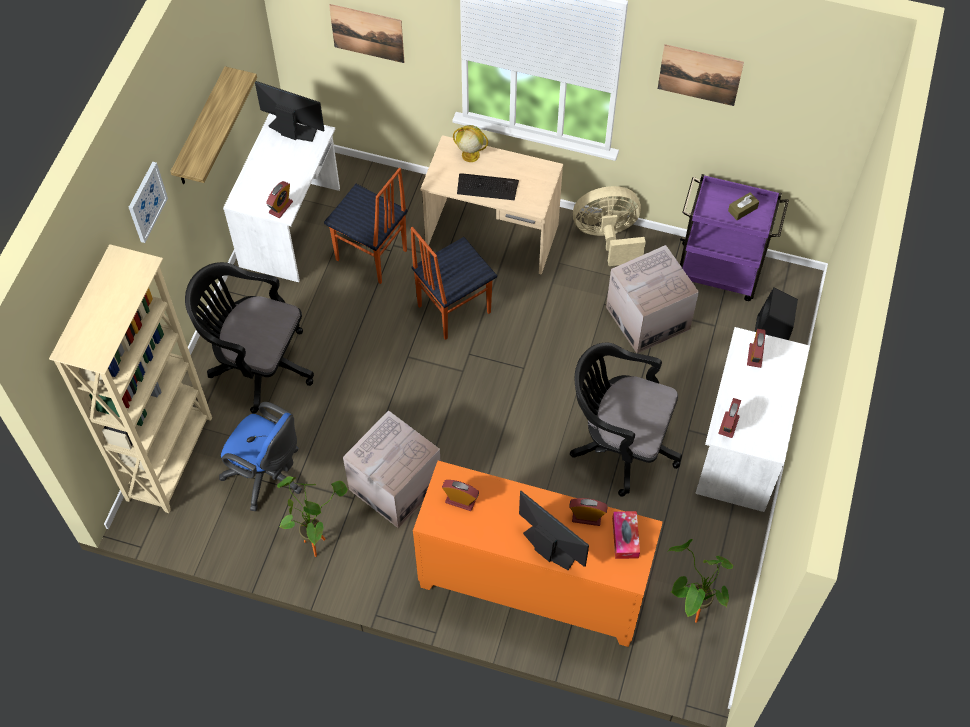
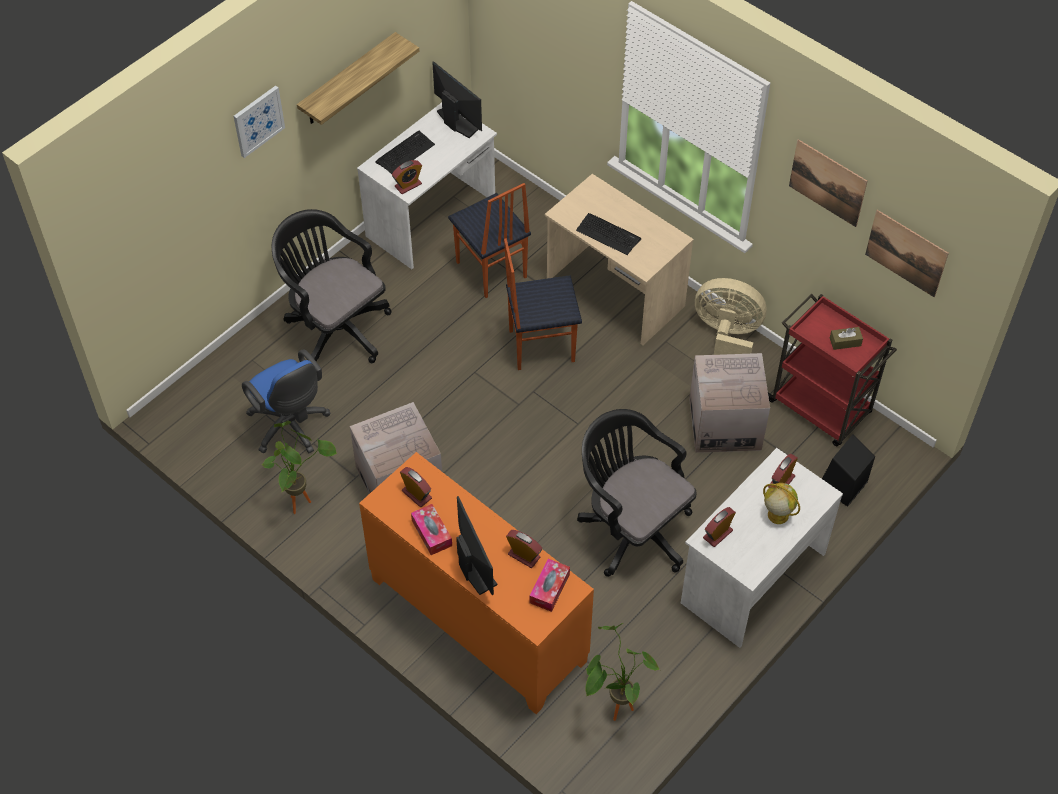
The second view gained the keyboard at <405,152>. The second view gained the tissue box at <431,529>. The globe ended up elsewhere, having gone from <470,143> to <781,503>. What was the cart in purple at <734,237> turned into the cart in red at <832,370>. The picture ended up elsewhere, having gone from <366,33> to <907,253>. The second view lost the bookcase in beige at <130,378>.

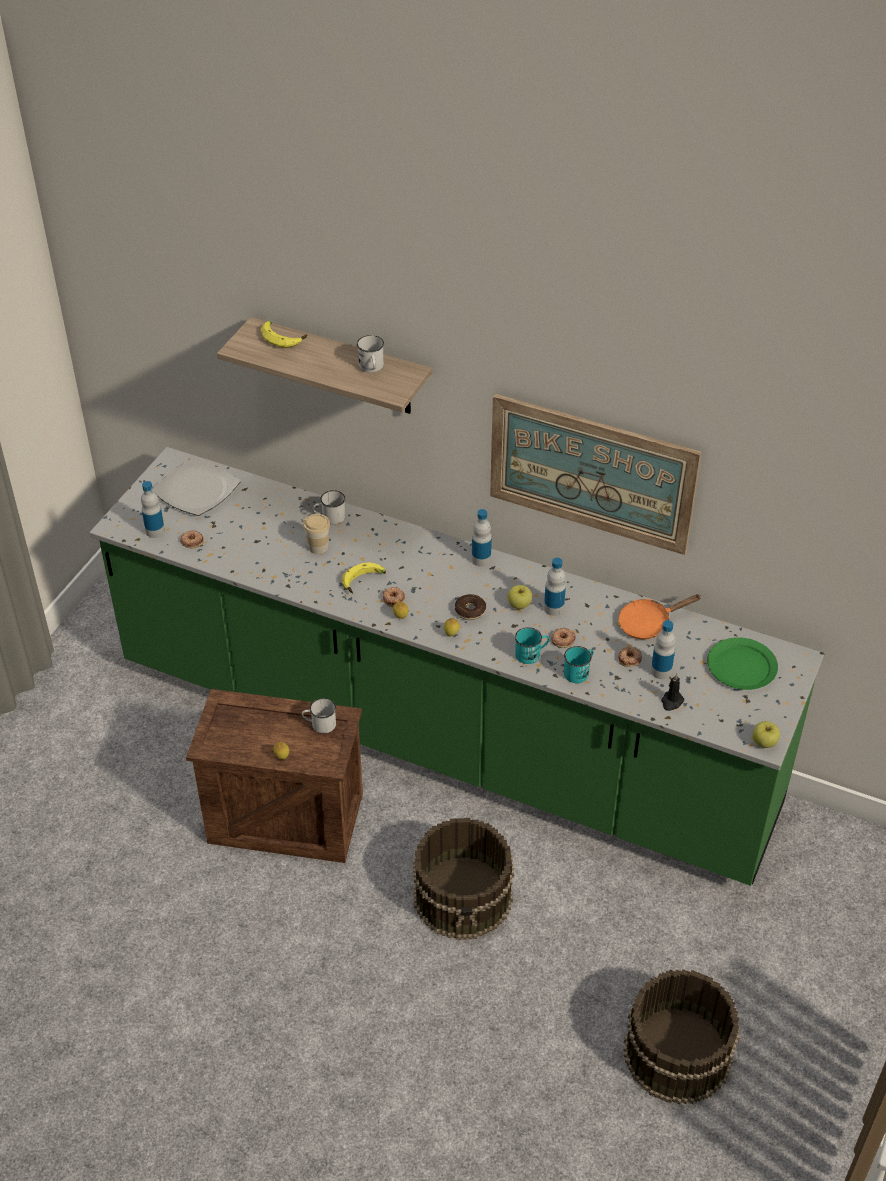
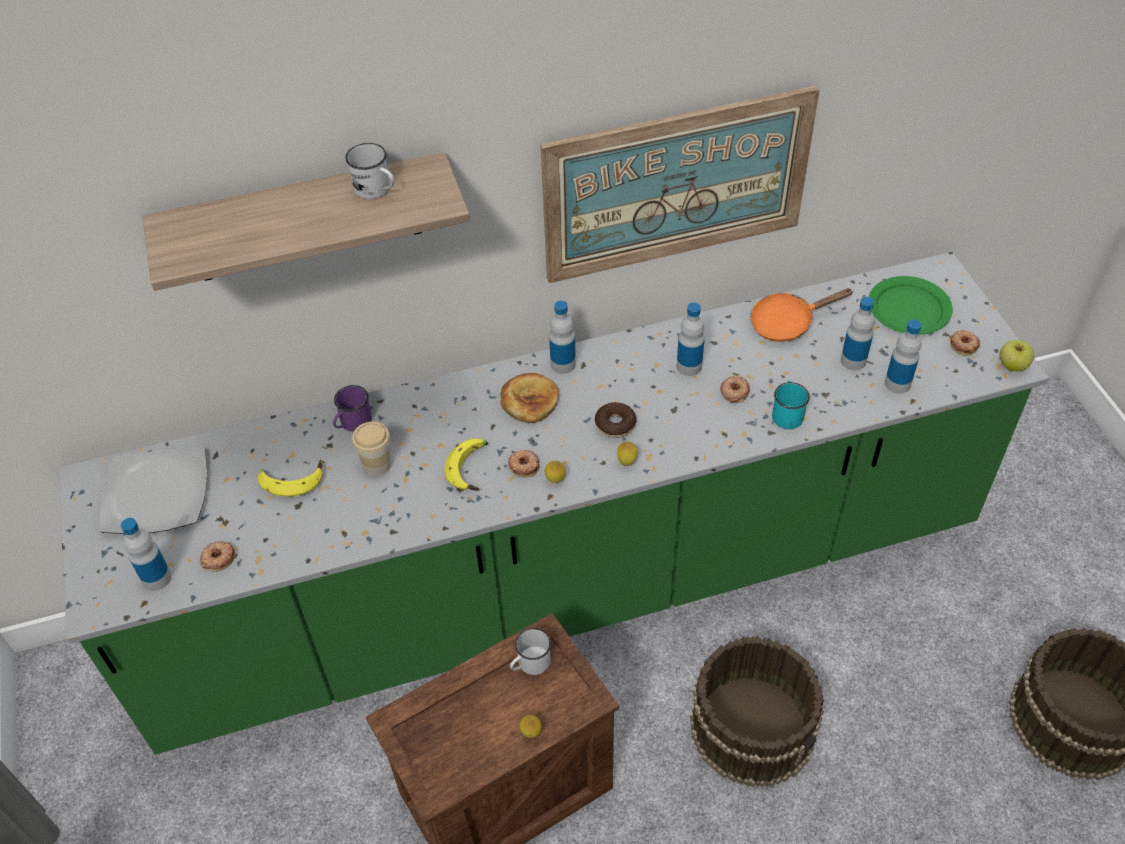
The banana ended up elsewhere, having gone from <284,334> to <290,478>. What was the mug in white at <329,507> turned into the mug in purple at <352,408>. The second view gained the bread at <530,398>. The frying pan in orange at <659,616> ended up facing another way, 45 degrees clockwise from before. Where the candle in black stood at <672,692>, the bottle came to stand at <903,356>. The donut ended up elsewhere, having gone from <630,657> to <965,343>. The second view lost the apple at <520,597>. The second view lost the mug in turquoise at <532,645>.

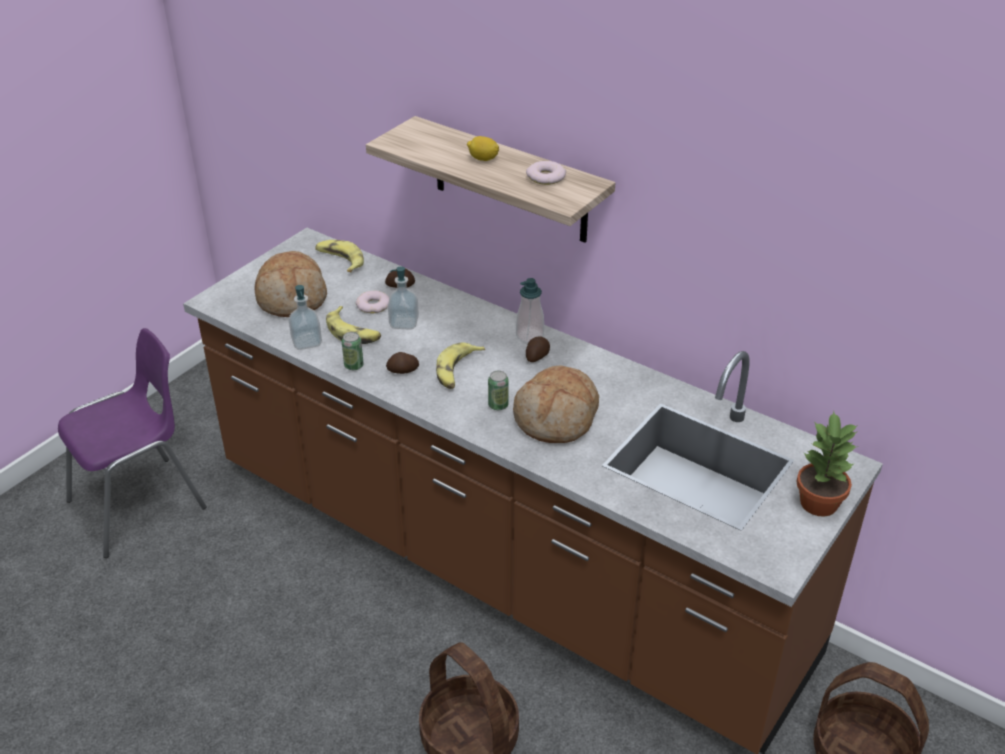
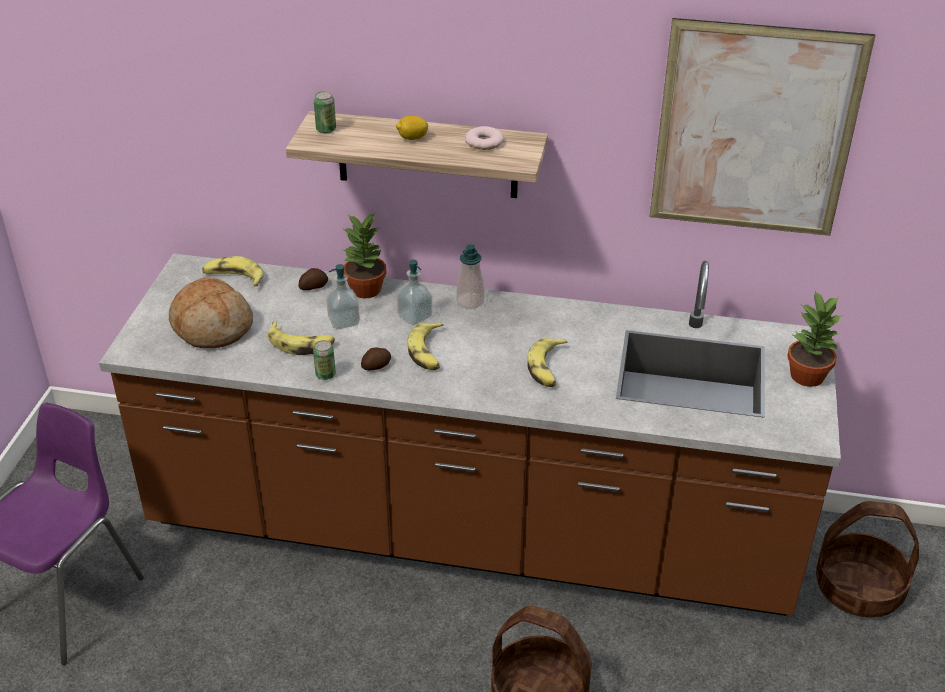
The can ended up elsewhere, having gone from <498,390> to <325,112>. The second view gained the potted plant at <364,255>. The soap dispenser ended up elsewhere, having gone from <305,317> to <414,292>. Where the bread stood at <556,404>, the banana came to stand at <547,362>. The second view gained the picture at <762,127>. The second view lost the donut at <372,302>. The second view lost the potato at <538,349>.

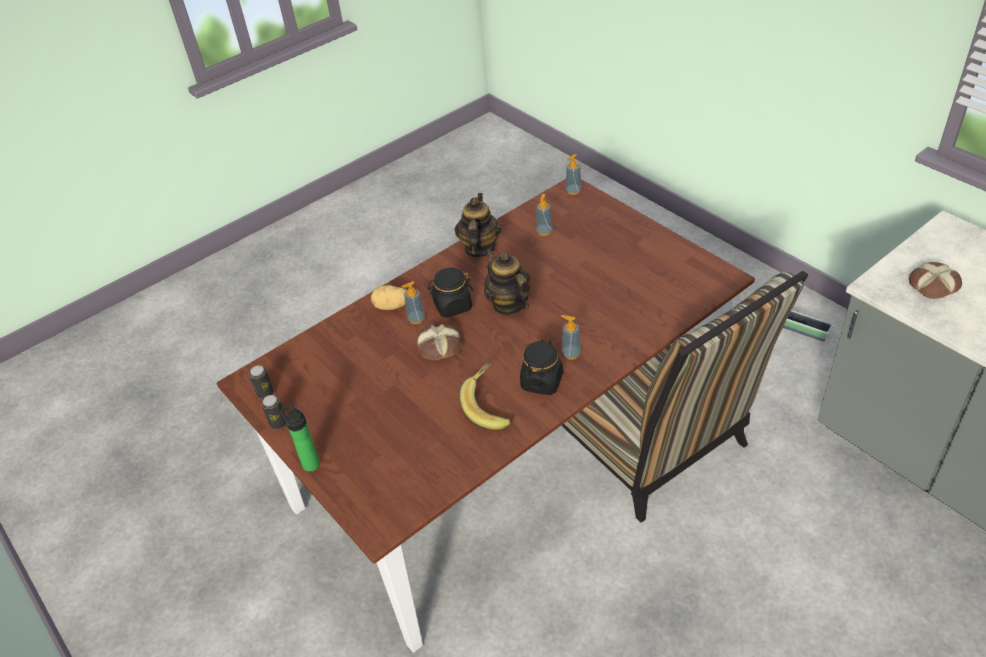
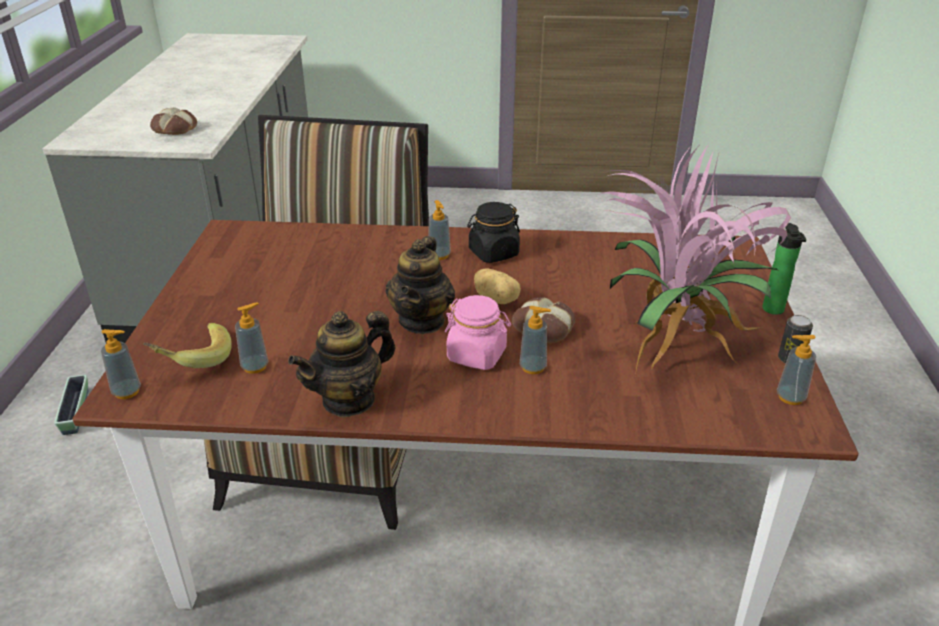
The banana ended up elsewhere, having gone from <485,396> to <187,345>. What was the jar in black at <450,292> turned into the jar in pink at <478,332>. The potato ended up elsewhere, having gone from <389,297> to <497,286>. The second view gained the potted plant at <695,259>. Where the can stood at <261,382>, the soap dispenser came to stand at <796,370>.

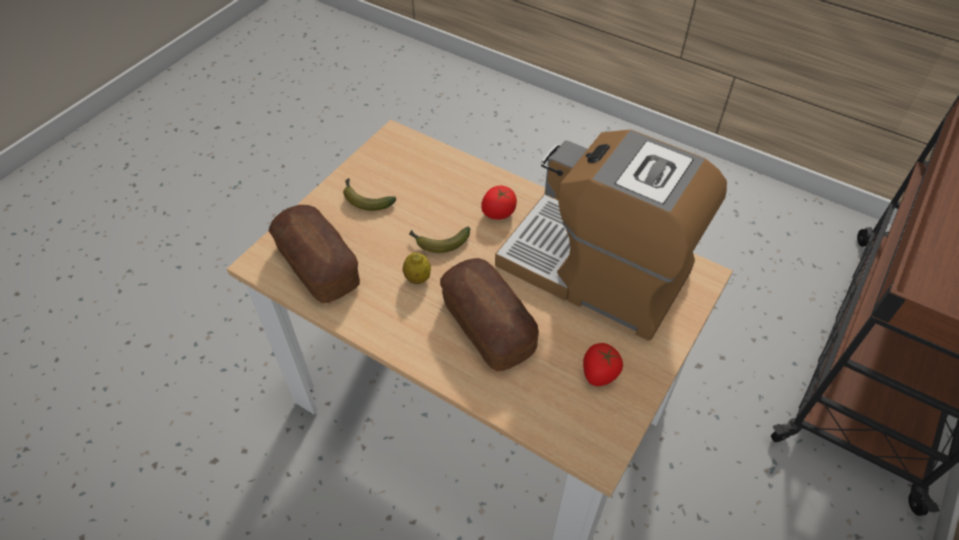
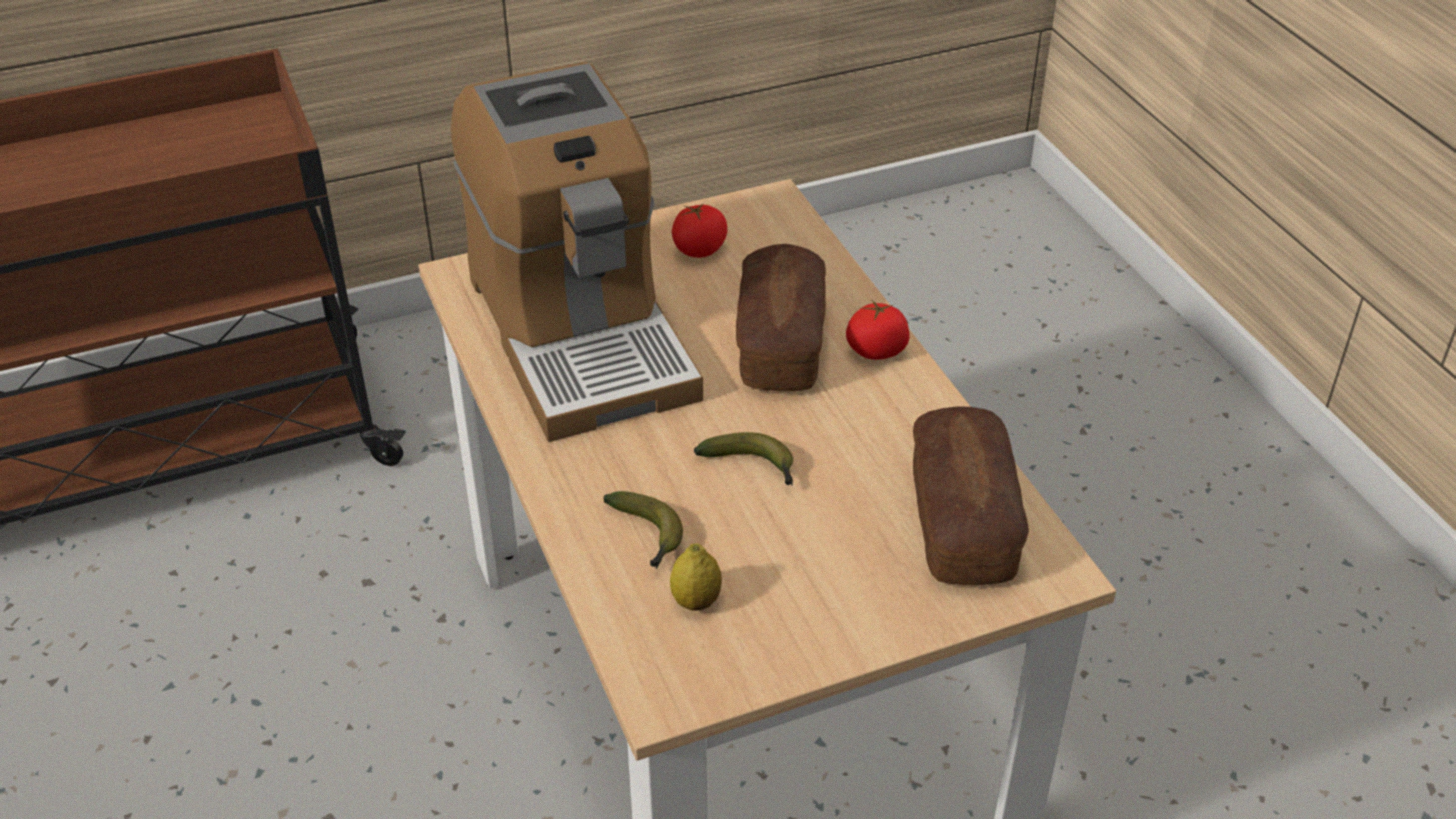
The banana ended up elsewhere, having gone from <369,194> to <643,530>. The lemon ended up elsewhere, having gone from <417,268> to <696,577>. The tomato ended up elsewhere, having gone from <499,203> to <877,329>.

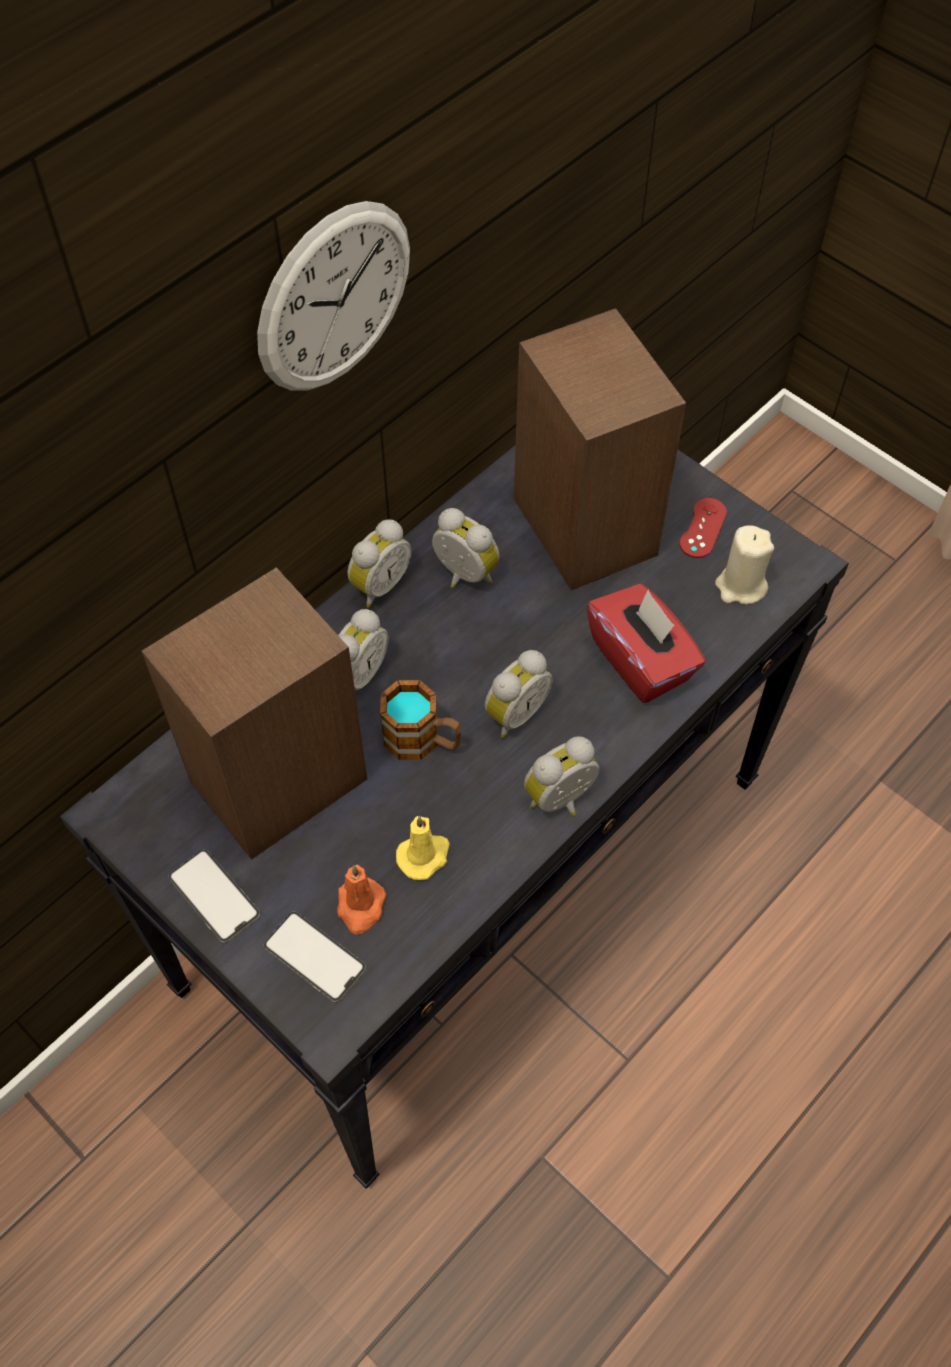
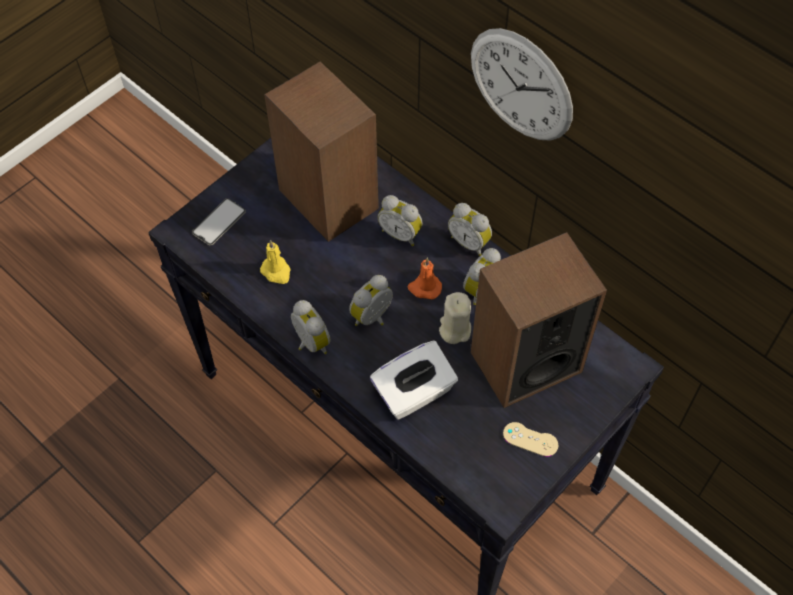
The alarm clock at <519,694> ended up facing another way, 90 degrees clockwise from before. What was the tissue box in red at <646,643> turned into the tissue box in white at <414,380>. The candle in orange ended up elsewhere, having gone from <361,900> to <424,278>. The candle in beige ended up elsewhere, having gone from <744,565> to <455,318>. What was the game controller in red at <703,528> turned into the game controller in beige at <530,439>. The second view lost the phone at <214,895>. The second view lost the mug at <421,720>.

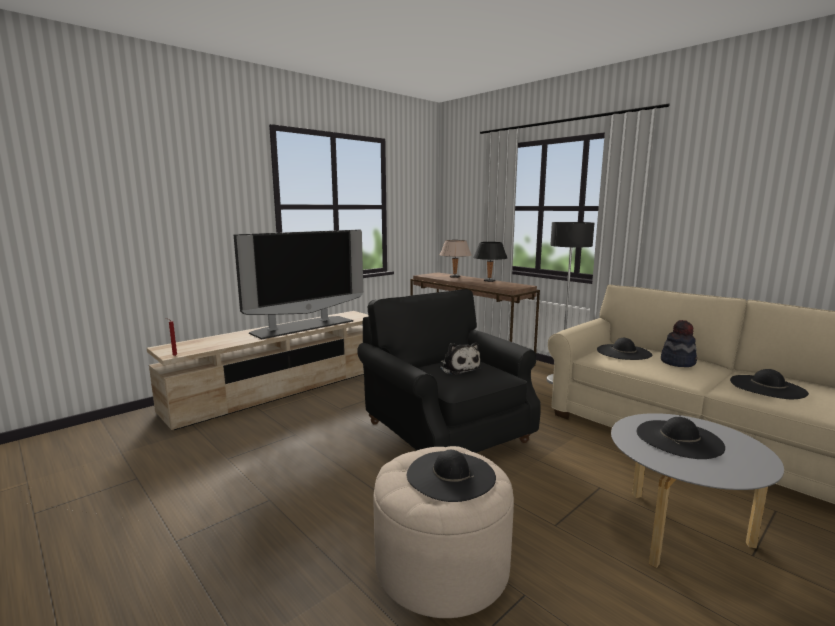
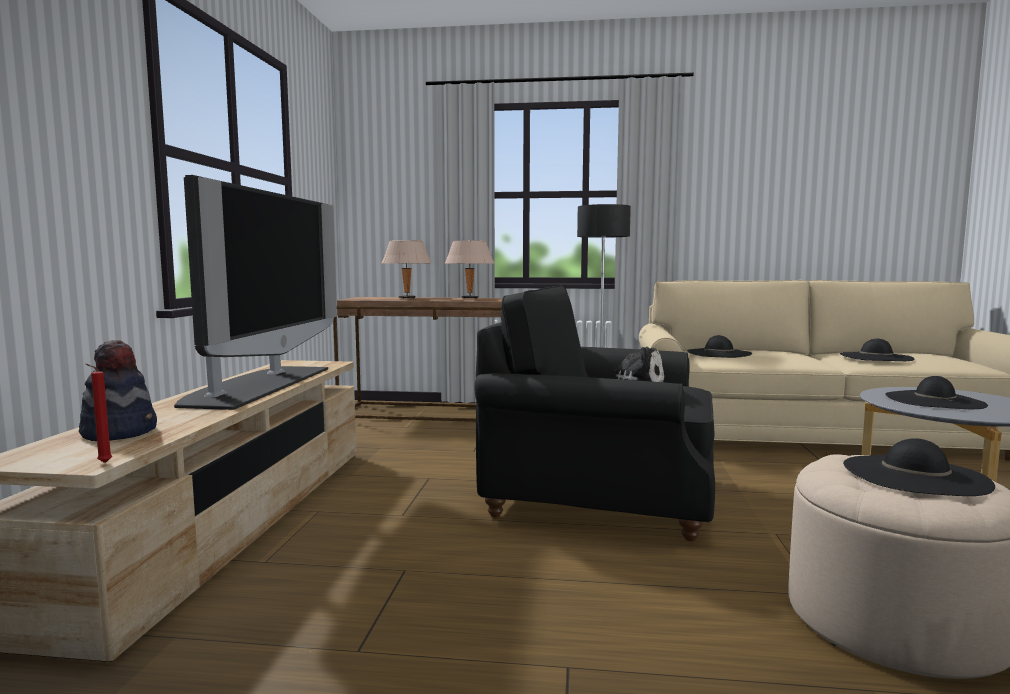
The hat ended up elsewhere, having gone from <679,343> to <118,390>. What was the table lamp in black at <490,262> turned into the table lamp in beige at <469,269>.

